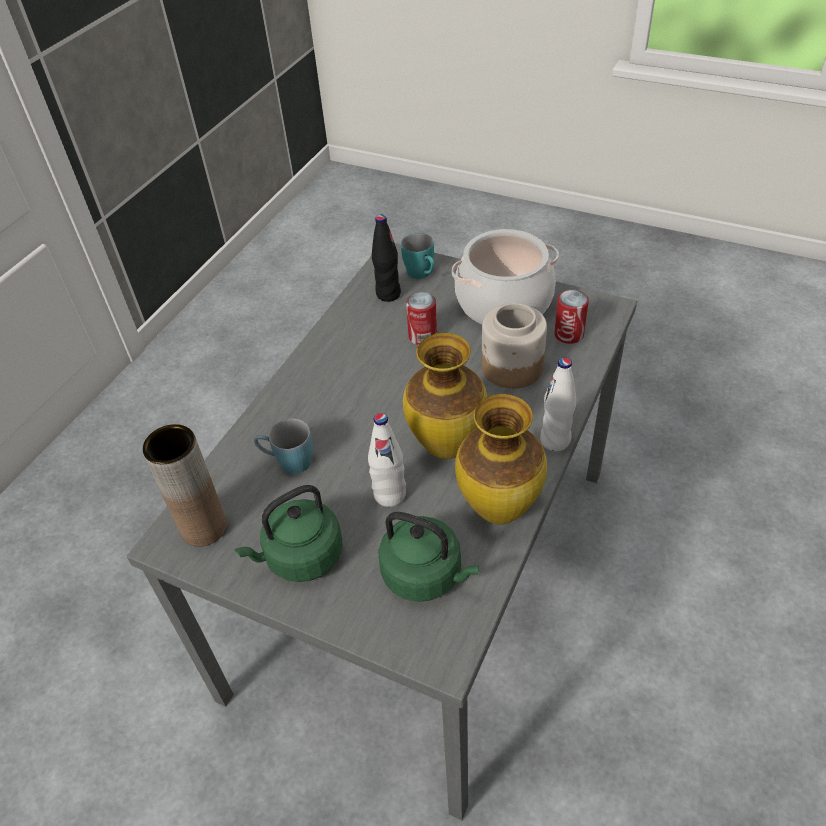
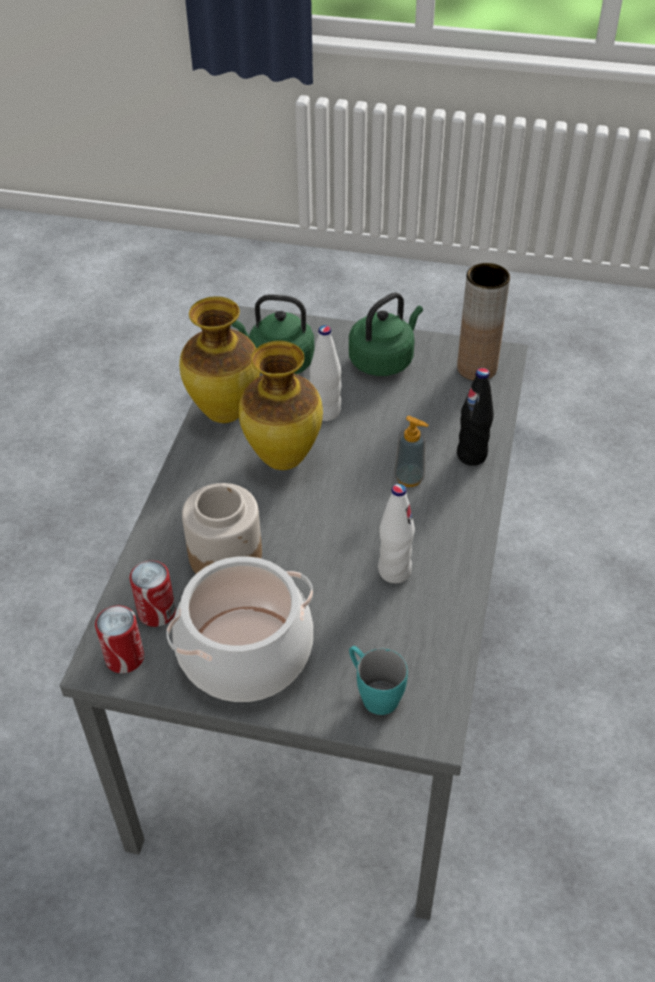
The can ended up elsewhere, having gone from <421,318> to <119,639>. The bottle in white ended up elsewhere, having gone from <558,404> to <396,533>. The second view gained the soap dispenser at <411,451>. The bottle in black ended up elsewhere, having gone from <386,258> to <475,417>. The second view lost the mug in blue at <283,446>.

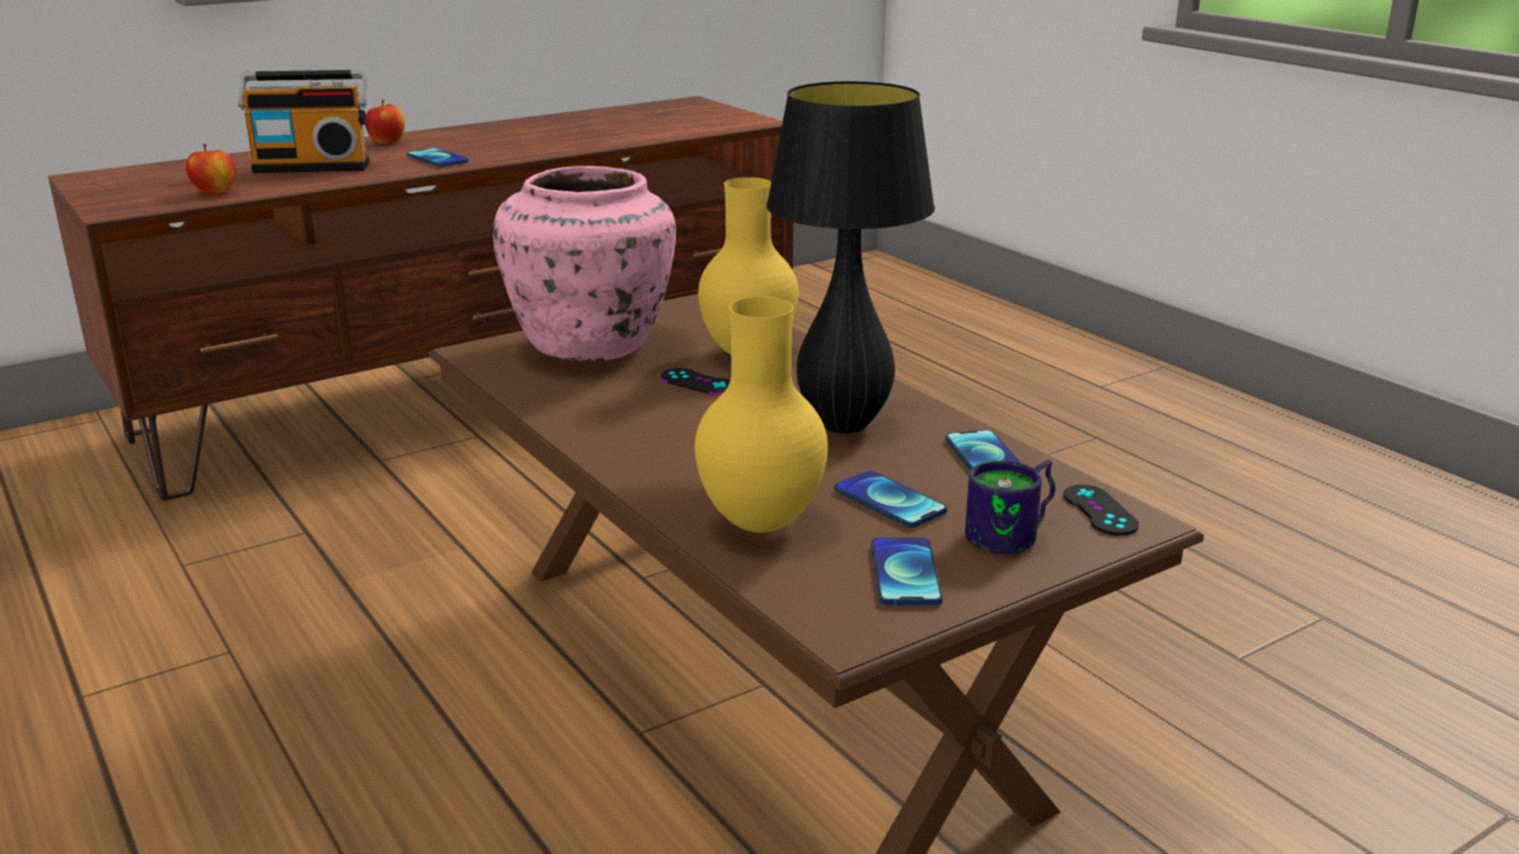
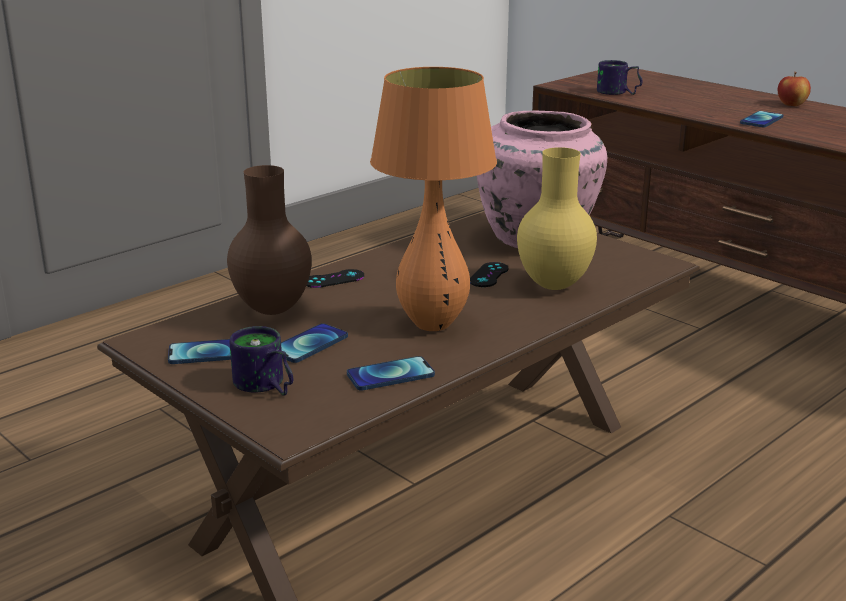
What was the vase in yellow at <761,415> turned into the vase in brown at <269,240>. The game controller in black ended up elsewhere, having gone from <1101,510> to <335,278>. What was the table lamp in black at <850,257> turned into the table lamp in orange at <433,199>. Where the apple stood at <211,169>, the mug came to stand at <619,77>. The second view lost the radio at <303,121>.

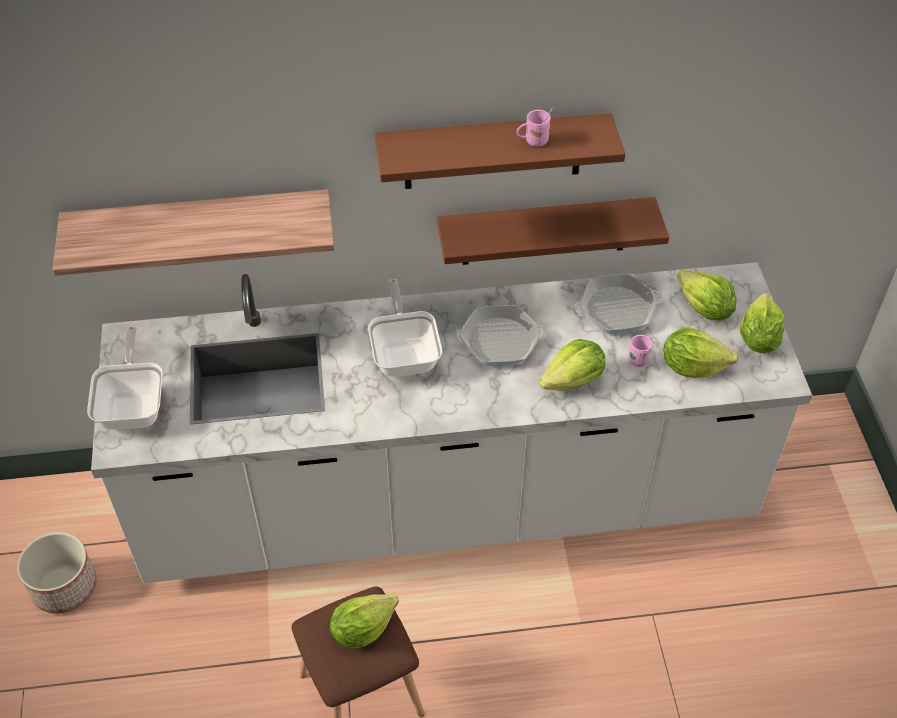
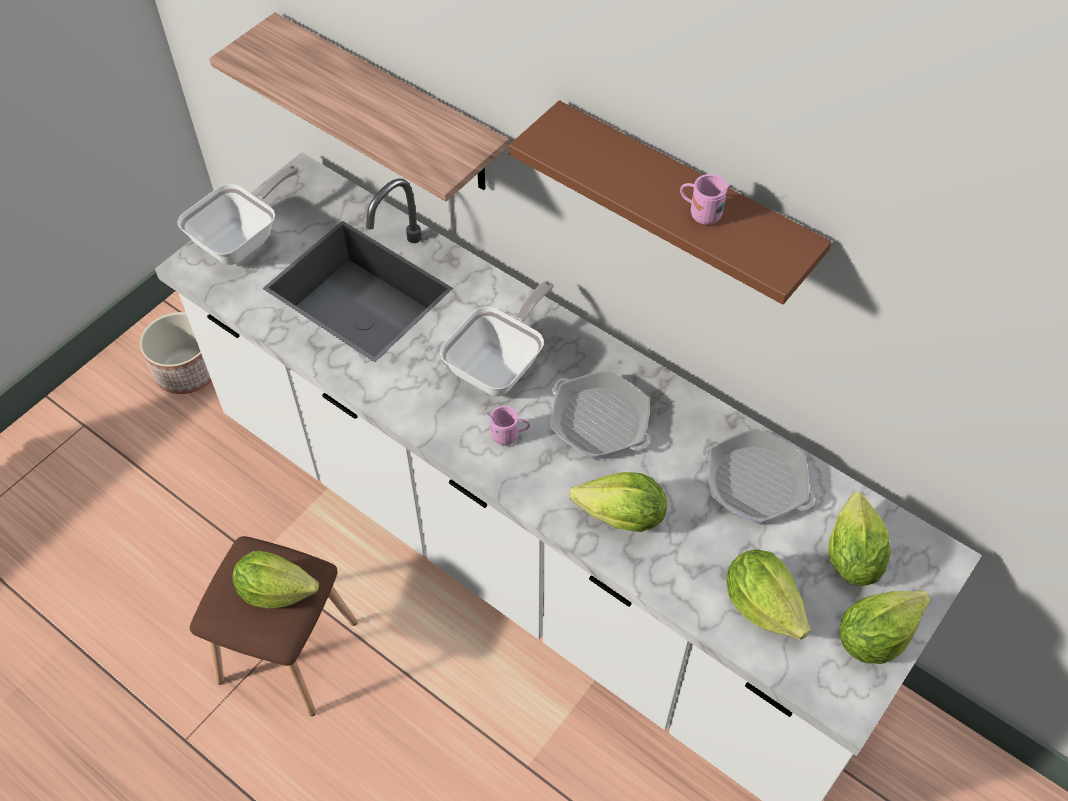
The mug in pink ended up elsewhere, having gone from <640,351> to <508,426>. The second view lost the shelf in brown at <553,231>.

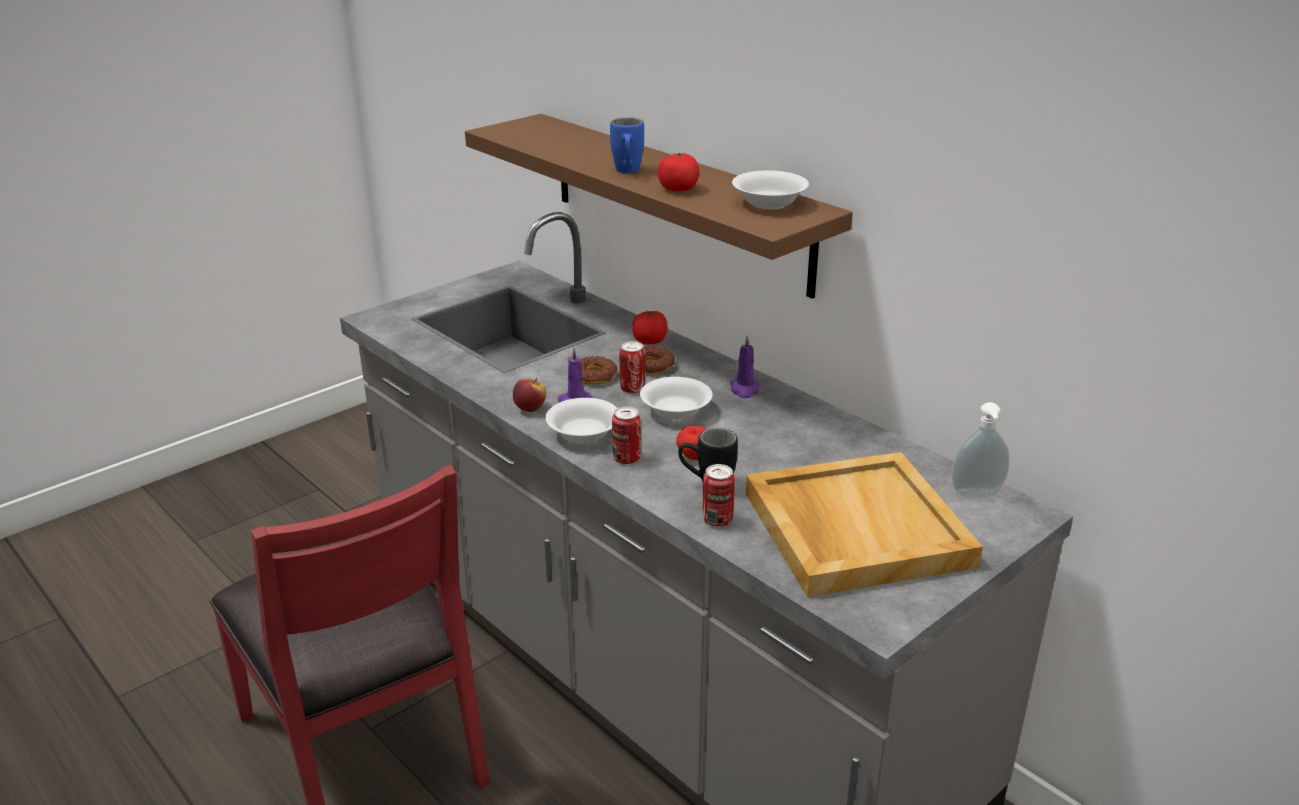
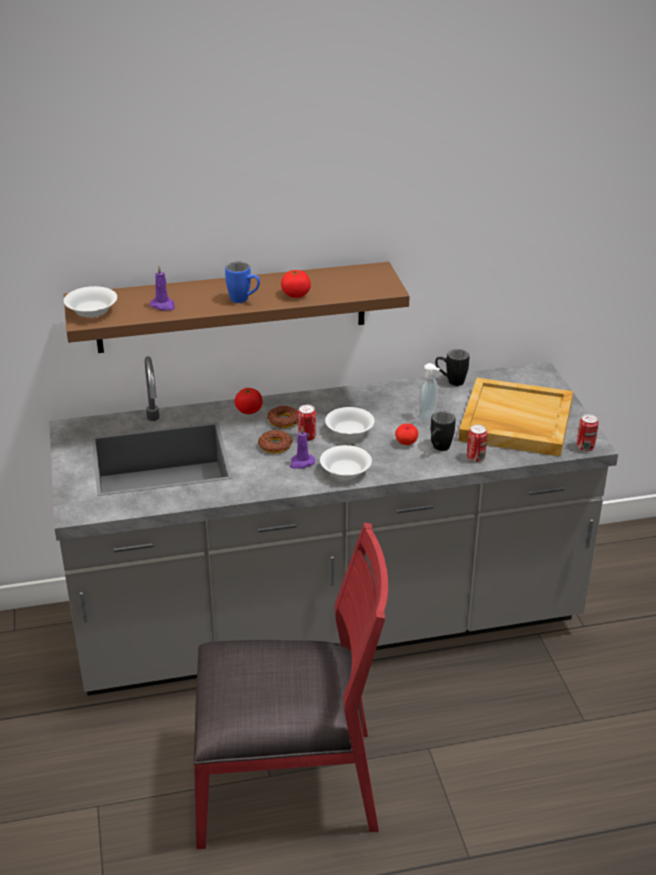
The bowl in white ended up elsewhere, having gone from <770,189> to <90,302>. The candle in purple ended up elsewhere, having gone from <745,366> to <162,288>. The soap dispenser ended up elsewhere, having gone from <980,450> to <429,392>. The second view gained the mug in black at <452,367>. The can ended up elsewhere, having gone from <626,435> to <587,432>. The second view lost the apple at <529,395>.

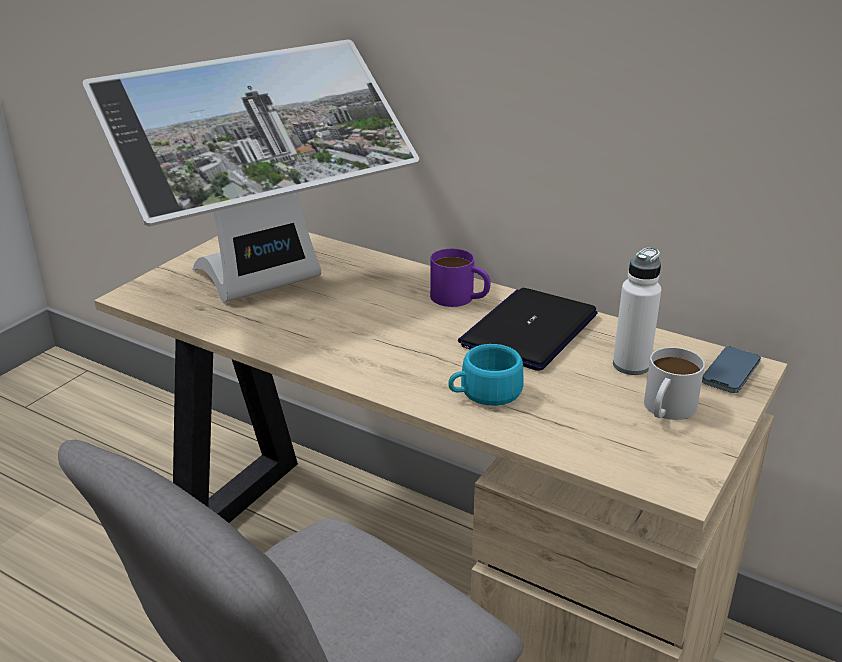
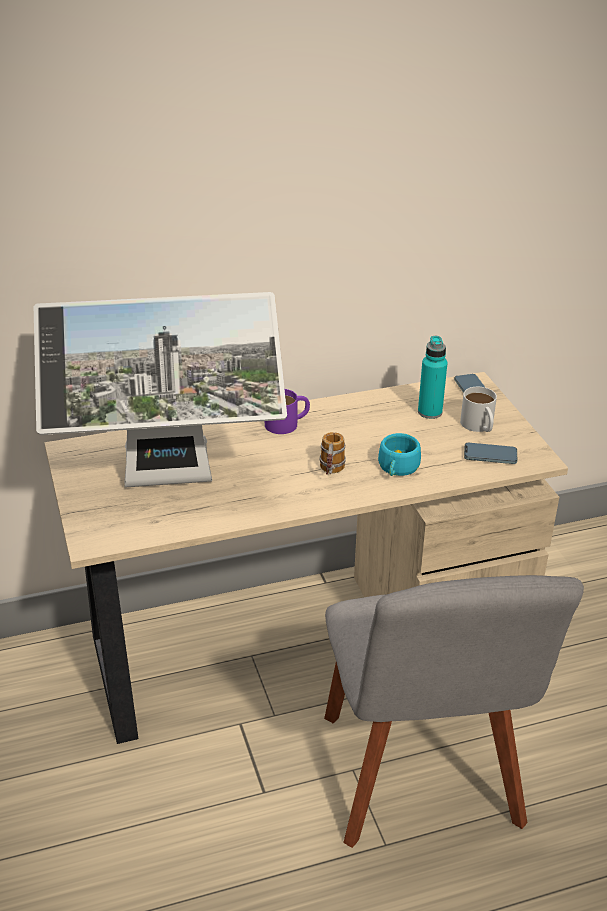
The monitor at <250,171> ended up facing another way, 75 degrees clockwise from before. The second view gained the mug at <333,453>. What was the bottle in white at <637,311> turned into the bottle in turquoise at <432,377>. The second view gained the phone at <490,453>. The second view lost the laptop at <528,329>.

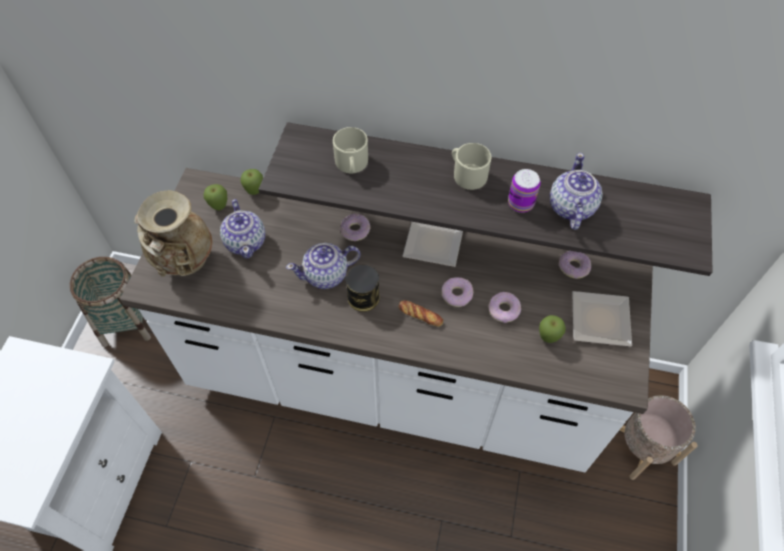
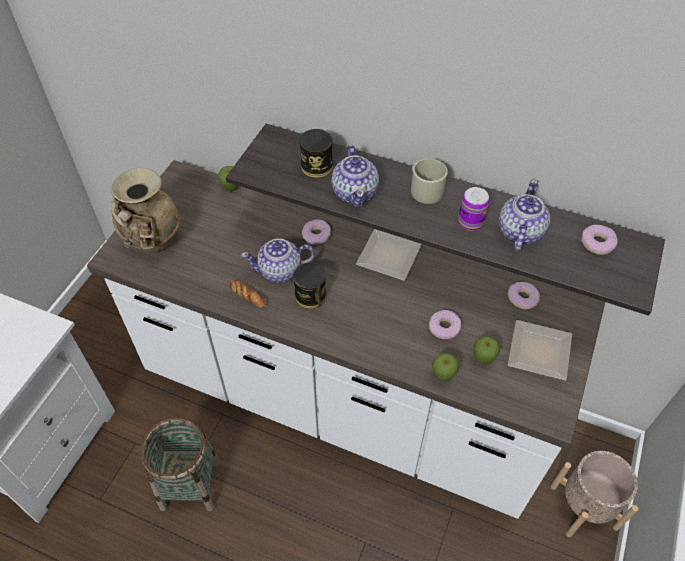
The basket ended up elsewhere, having gone from <110,302> to <180,465>. The bread ended up elsewhere, having gone from <420,313> to <248,294>. Where the mug in beige stood at <350,150>, the can came to stand at <316,153>. The teapot ended up elsewhere, having gone from <242,229> to <355,176>. The apple ended up elsewhere, having gone from <215,197> to <445,367>. The donut ended up elsewhere, having gone from <457,292> to <599,240>.

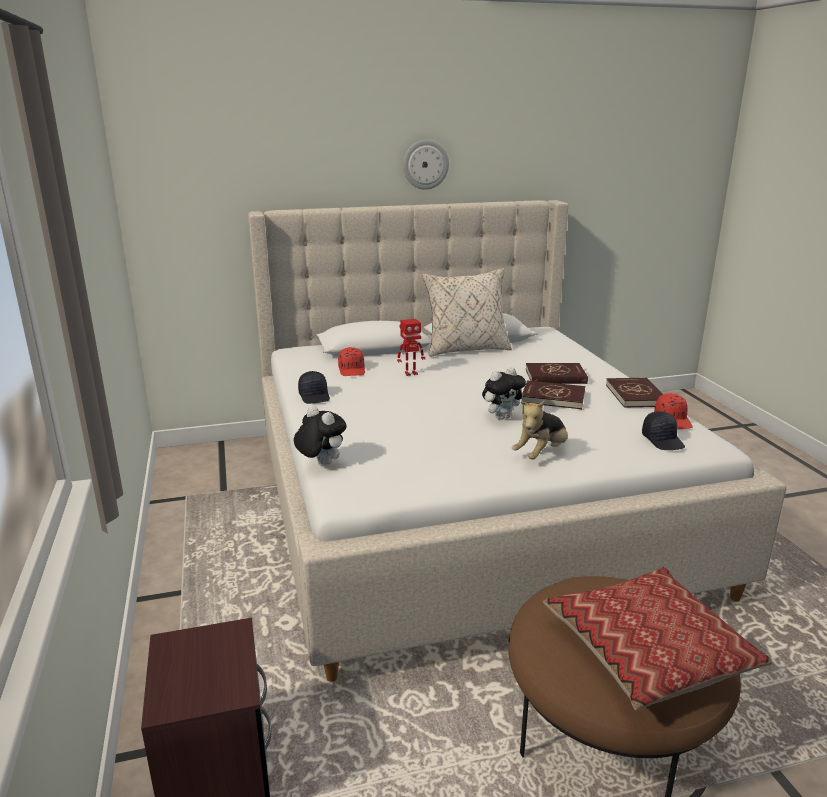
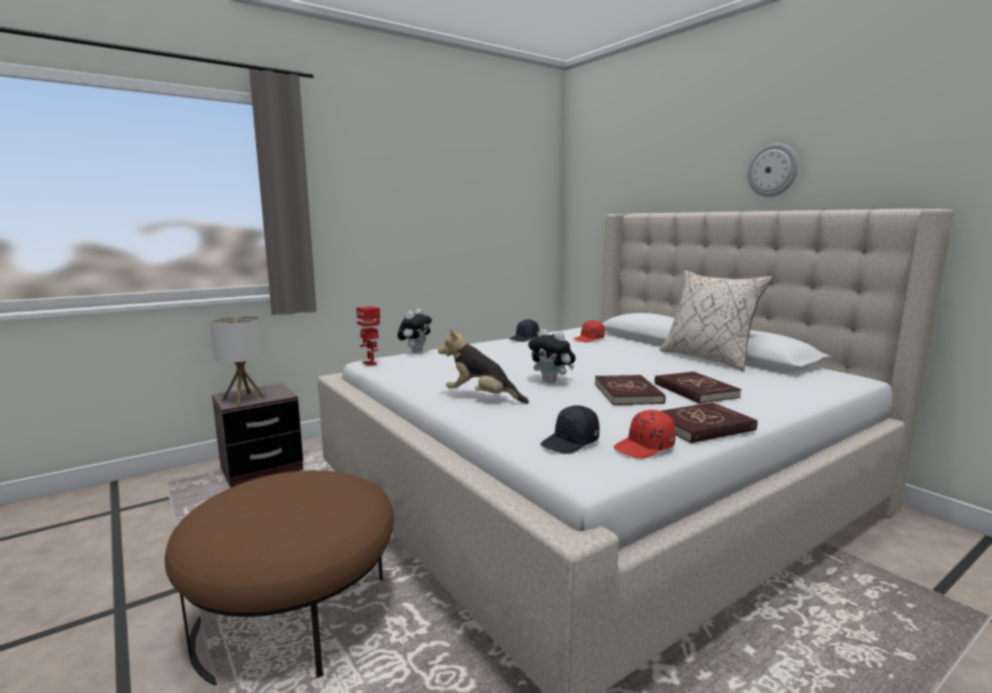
The second view gained the table lamp at <237,361>. The toy robot ended up elsewhere, having gone from <411,347> to <368,336>. The second view lost the pillow at <657,639>.

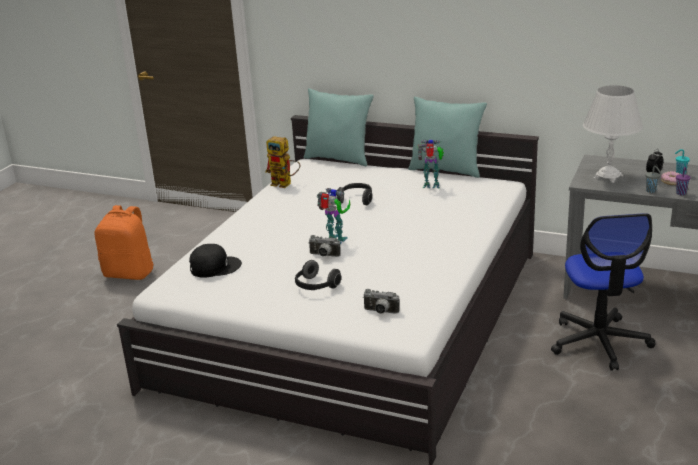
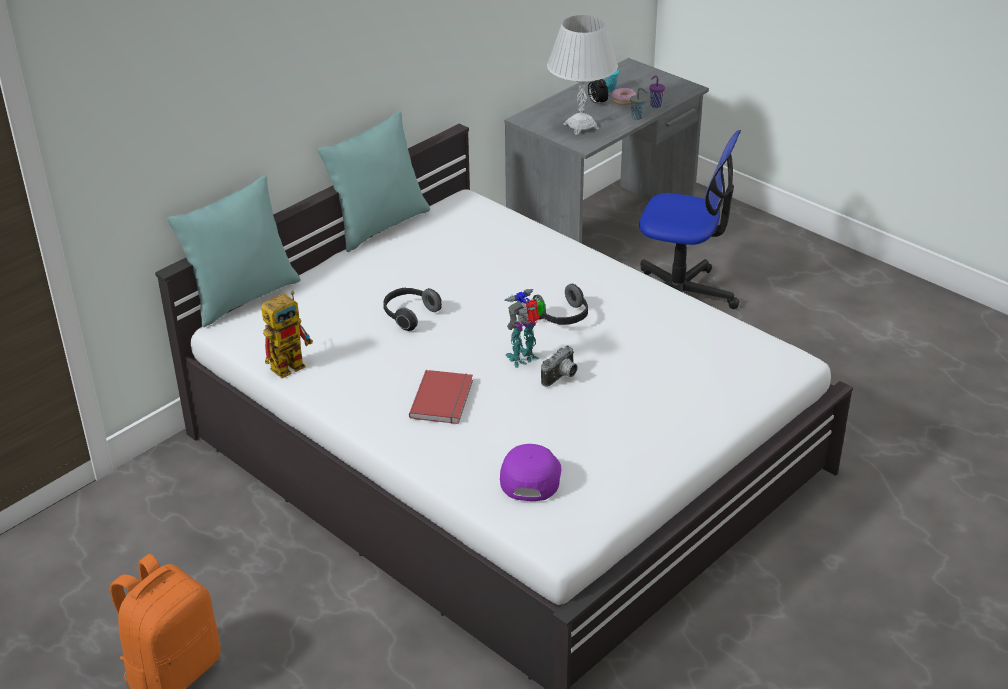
The second view gained the book in red at <441,397>. What was the cap in black at <215,260> turned into the cap in purple at <530,472>. The headphones ended up elsewhere, having gone from <318,275> to <560,304>. The second view lost the photo camera at <381,301>. The second view lost the toy robot at <431,164>.

